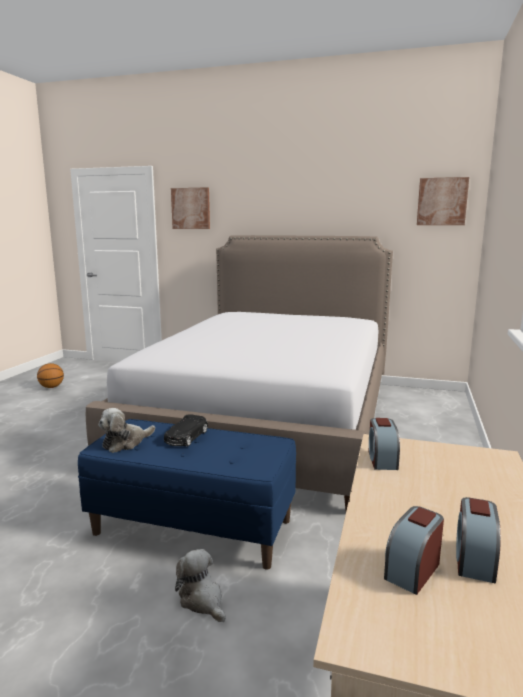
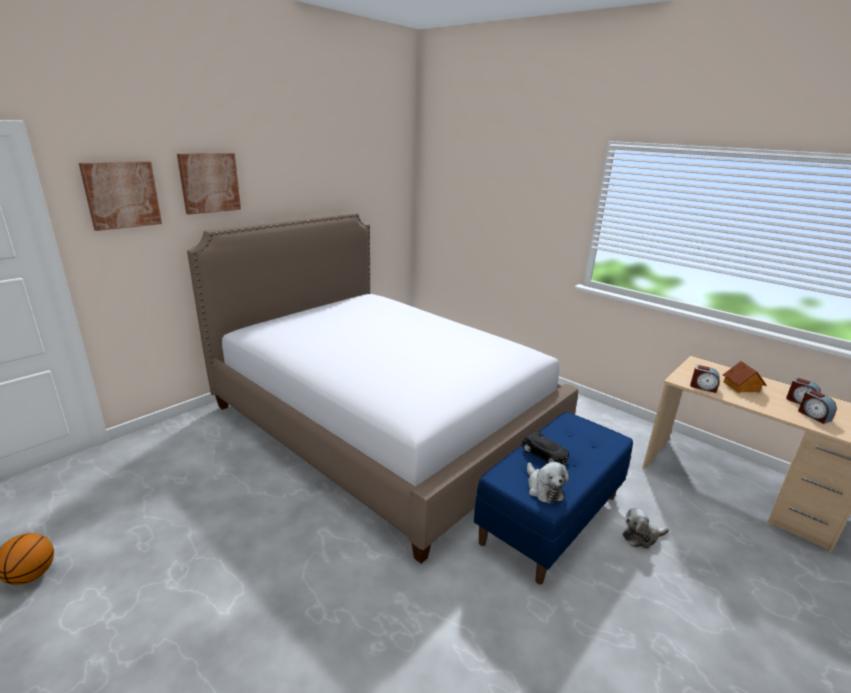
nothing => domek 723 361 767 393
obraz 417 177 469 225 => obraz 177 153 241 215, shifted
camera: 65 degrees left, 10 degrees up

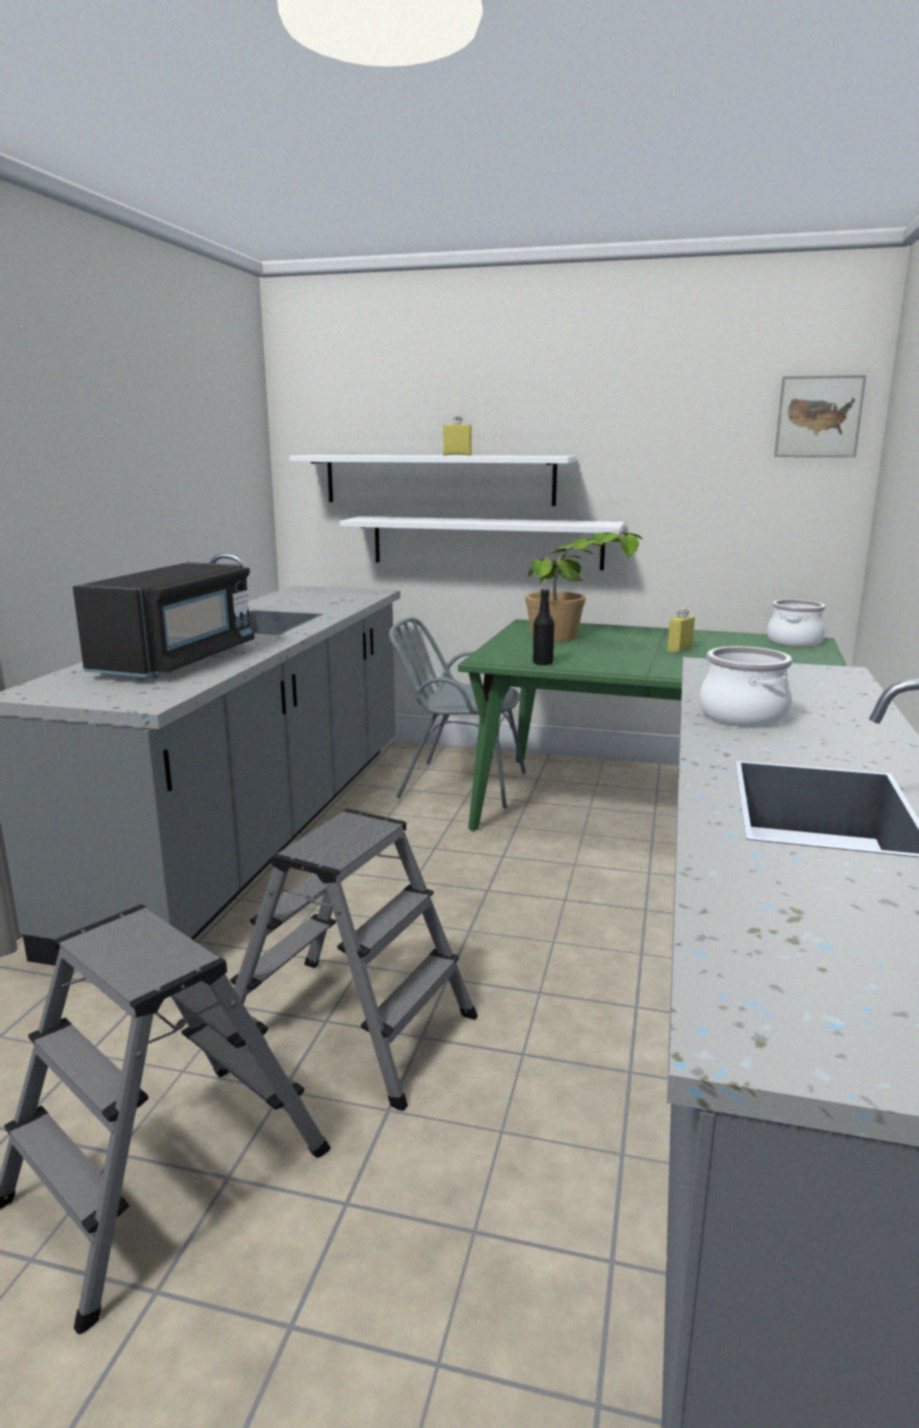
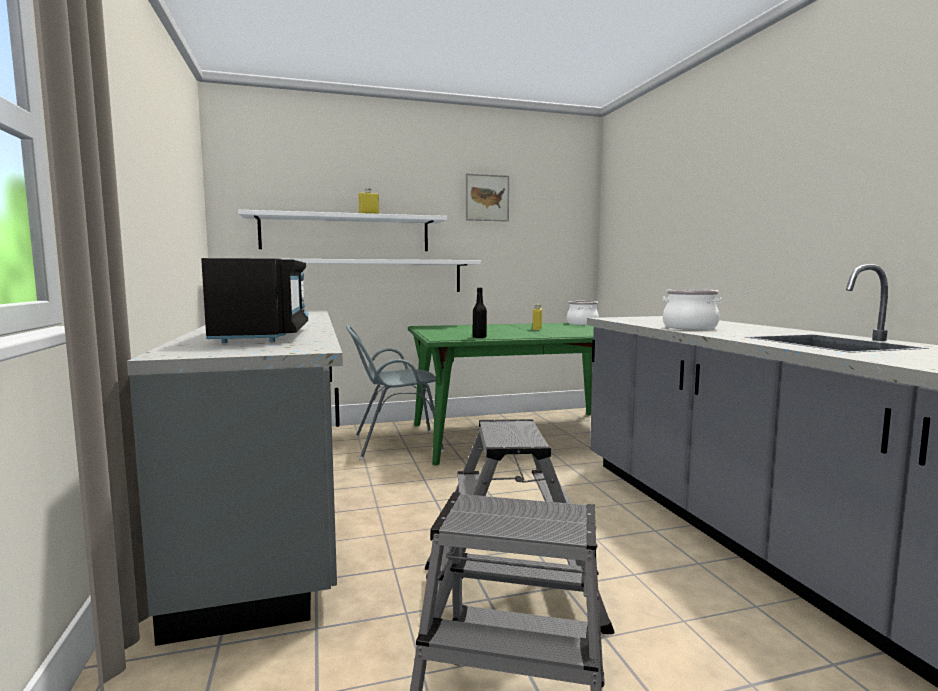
roślina doniczkowa 525 531 643 642 => nothing
obraz 774 375 867 457 => obraz 466 173 509 222, shifted
camera: 30 degrees left, 10 degrees down

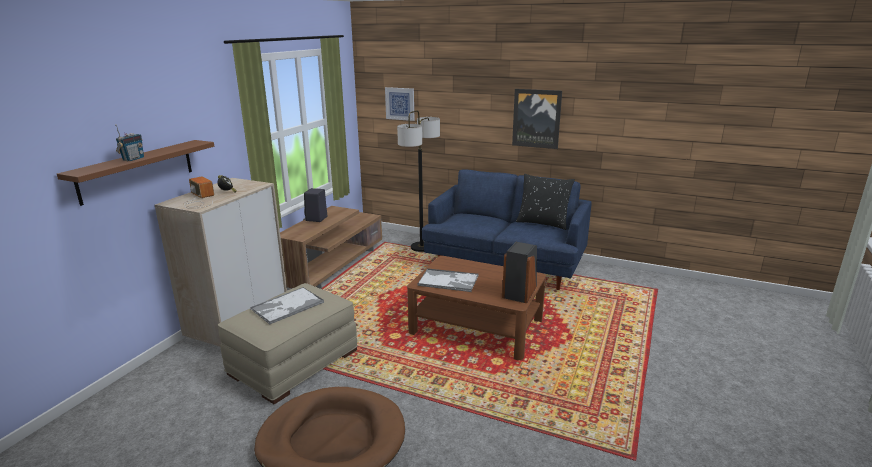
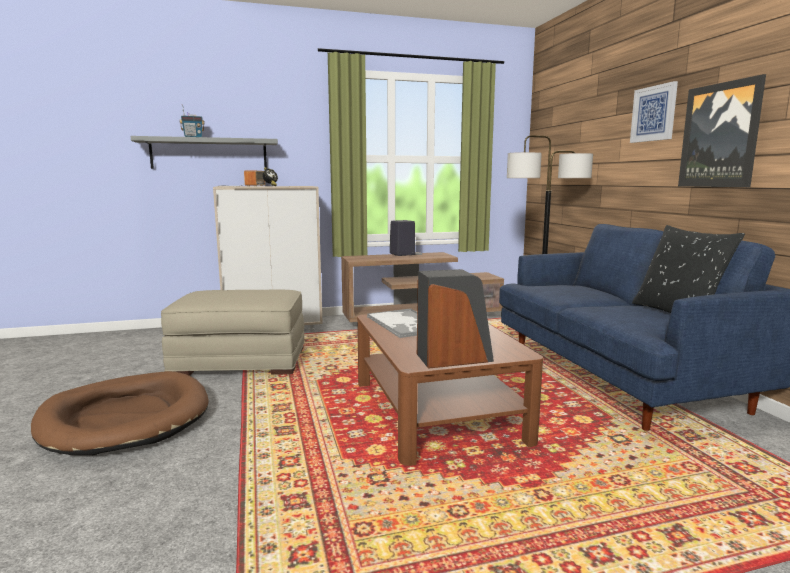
taca 250 287 324 325 => nothing
obraz 385 87 415 121 => obraz 630 81 678 143, shifted
półka (brązowy) 57 140 214 206 => półka (szary) 131 136 278 169
camera: 50 degrees right, 10 degrees down

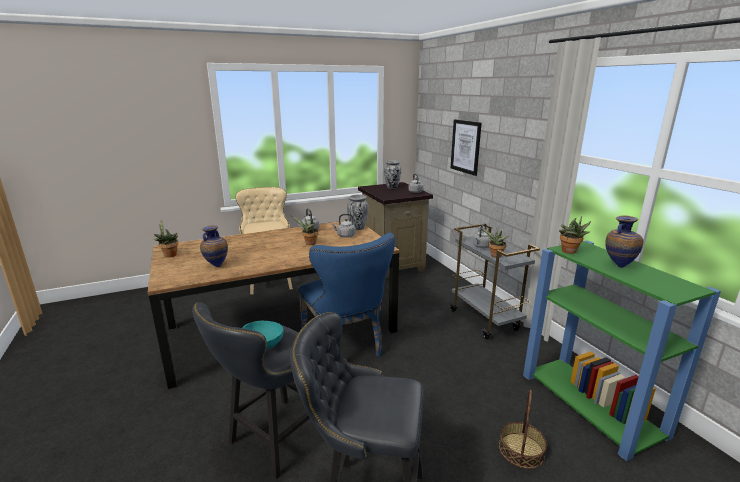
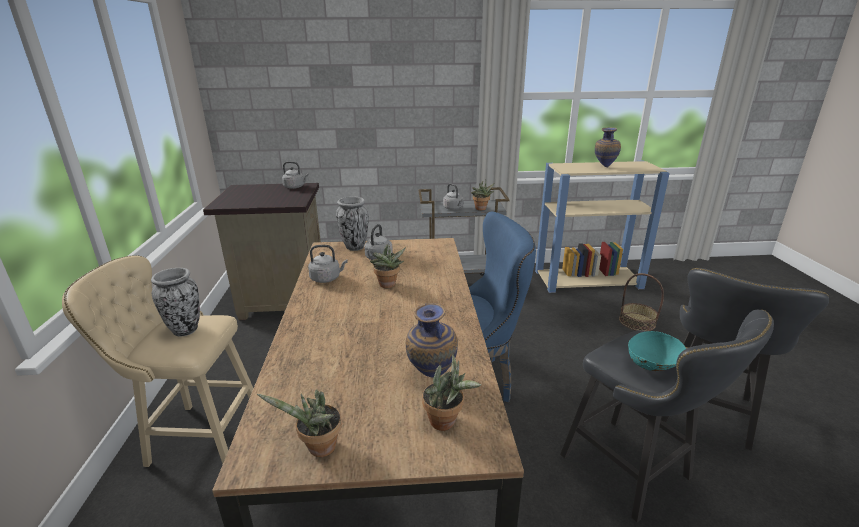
obraz 451 119 482 176 => nothing
wazon 384 160 401 189 => wazon 151 268 200 336, shifted
roślina doniczkowa 559 216 591 254 => roślina doniczkowa 422 354 481 431, shifted
regał (zielony) 523 241 721 461 => regał (beżowy) 535 160 670 293
camera: 70 degrees left, 5 degrees up

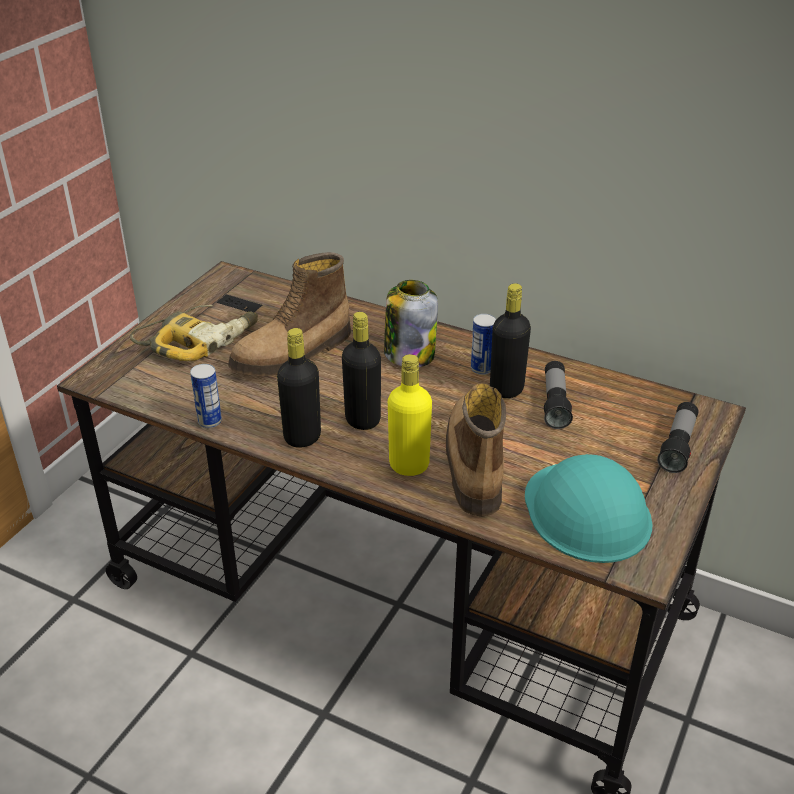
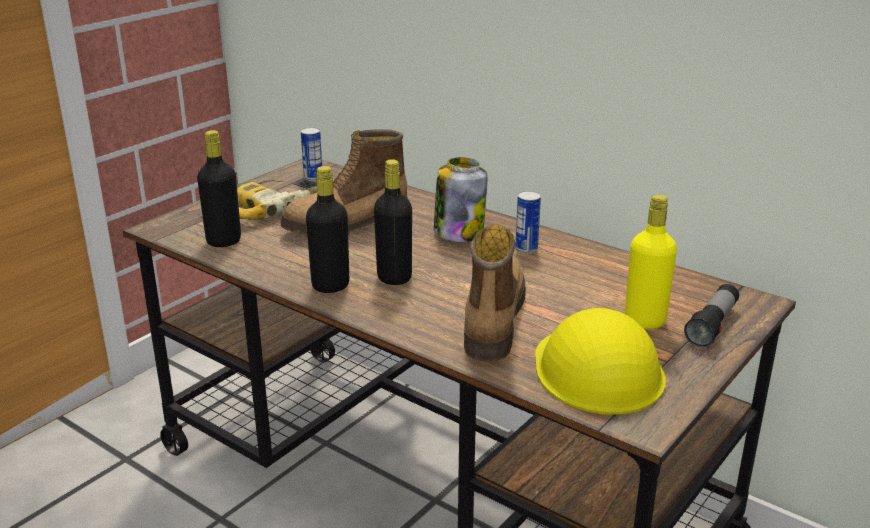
latarka 544 361 573 429 => nothing
puszka 190 364 222 428 => puszka 301 127 322 181, shifted
butelka (żółty) 388 354 432 476 => butelka (żółty) 625 195 677 329, shifted
butelka (czarny) 490 283 531 398 => butelka (czarny) 197 130 241 247, shifted
kask (turkusowy) 525 454 653 563 => kask (żółty) 535 308 666 415
camera: 10 degrees right, 10 degrees down

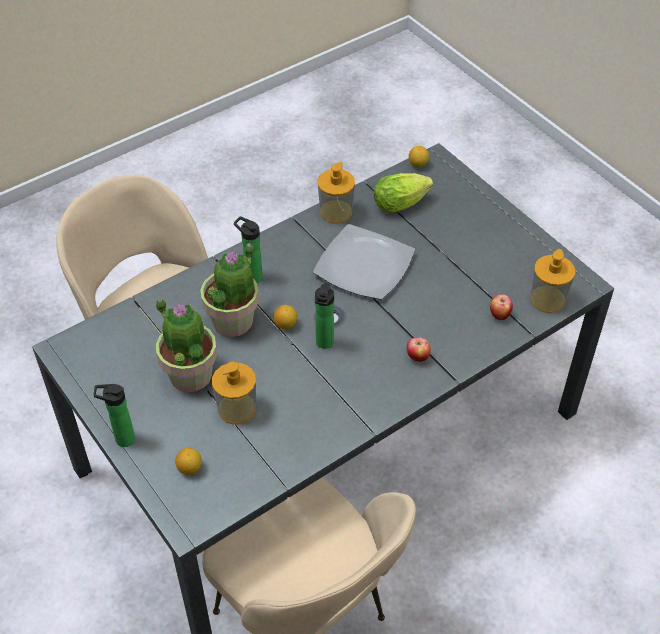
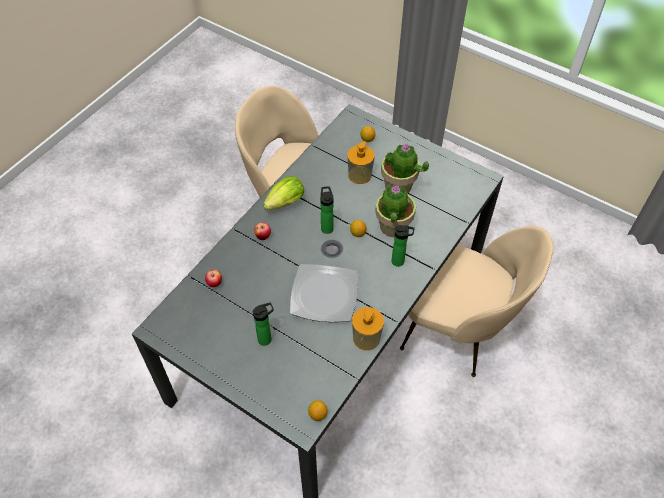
dozownik mydła 530 249 575 313 => nothing
butelka 94 384 135 447 => butelka 252 302 274 346, shifted
sałata 374 173 433 213 => sałata 263 176 304 210, shifted
camera: 160 degrees right, 5 degrees up

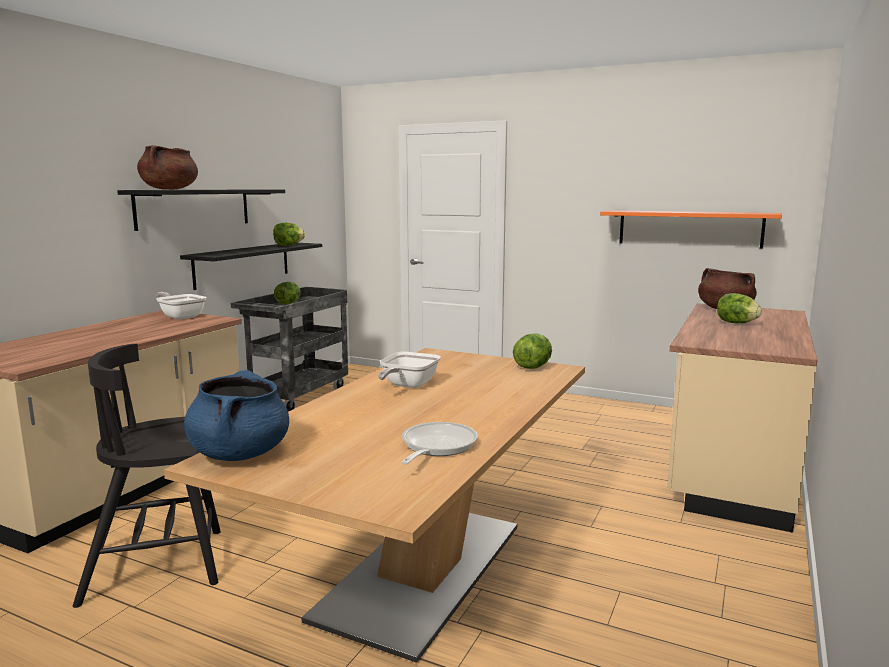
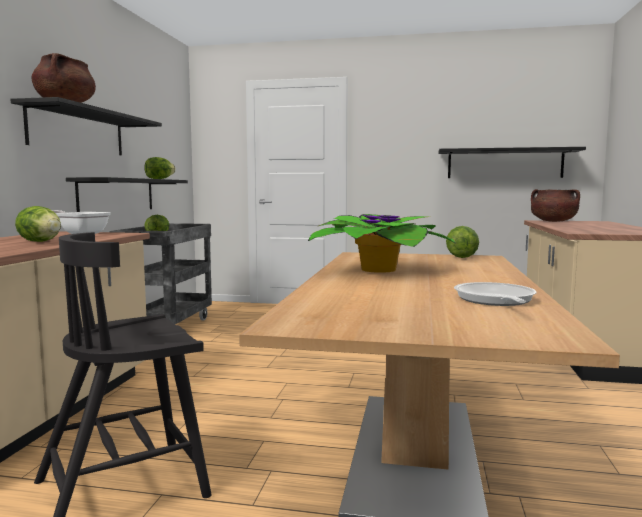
garnek (niebieski) 184 370 289 461 => nothing
sałata 717 293 762 324 => sałata 15 206 61 242, shifted
patelnia 378 352 441 388 => roślina doniczkowa 308 214 456 273
półka (pomarańczowy) 600 210 782 249 => półka (czarny) 438 147 586 178
camera: 15 degrees left, 5 degrees down

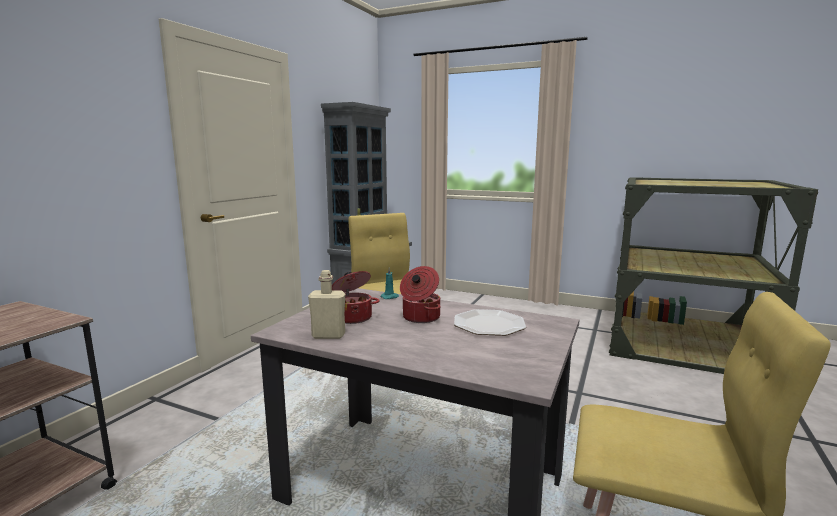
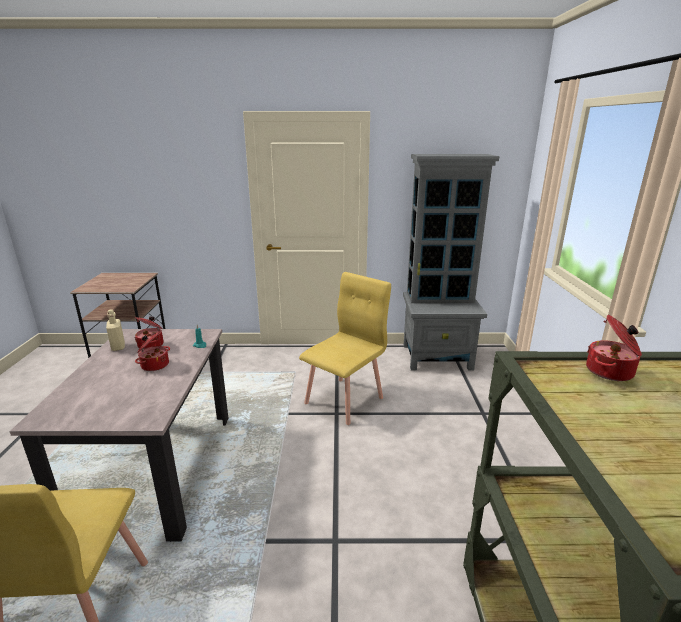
talerz 454 309 526 336 => nothing
nothing => garnek 586 315 642 381
camera: 65 degrees right, 10 degrees up

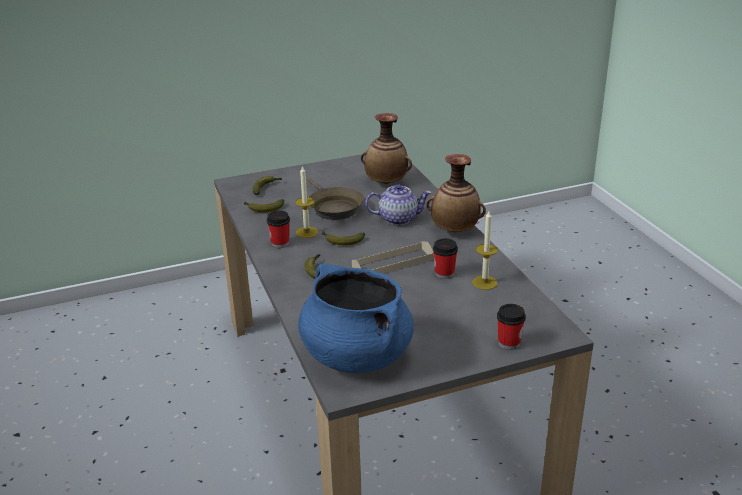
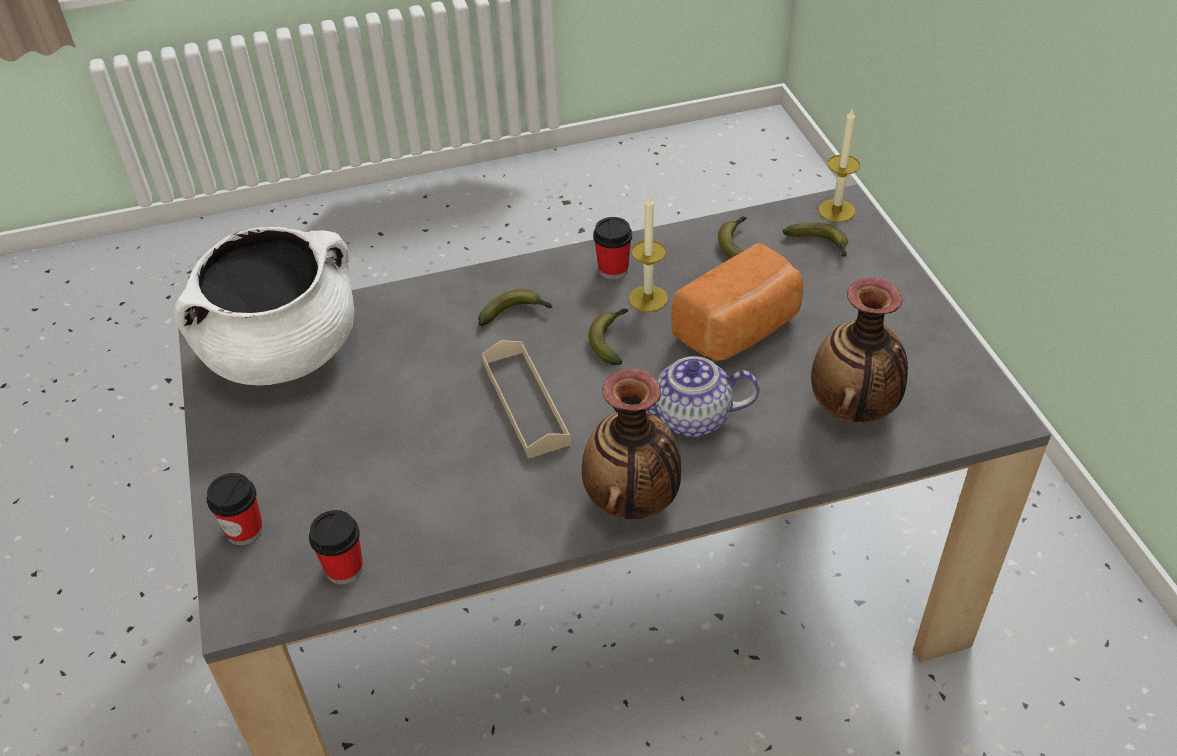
filiżanka 433 239 458 279 => filiżanka 309 510 363 584, shifted
świeca 472 211 498 290 => świeca 819 109 860 222, shifted
patelnia (brązowy) 307 178 364 220 => chleb 671 243 803 361
garnek (niebieski) 298 264 414 373 => garnek (biały) 174 227 354 386
imbryk 365 184 431 225 => imbryk 646 356 760 437, 90 degrees clockwise
camera: 95 degrees right, 15 degrees up

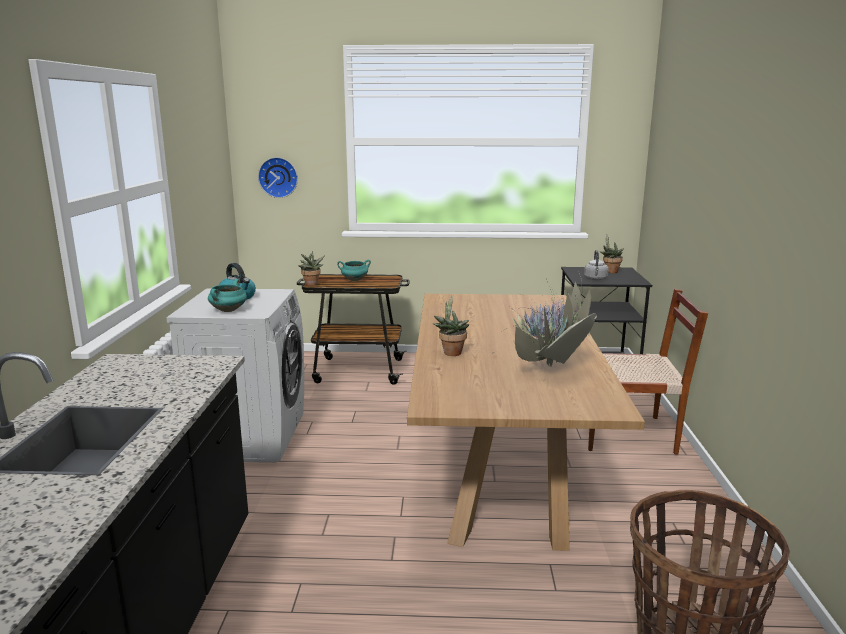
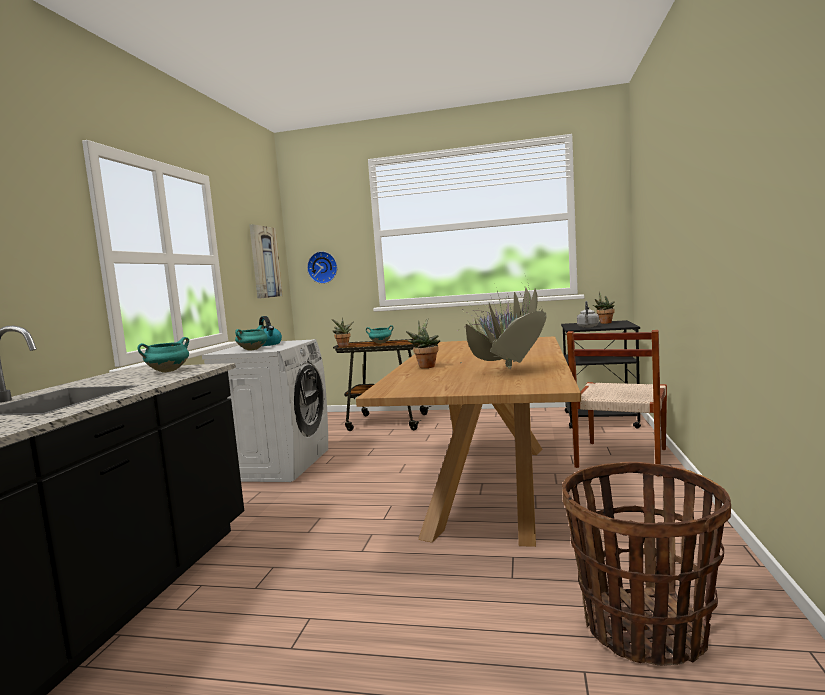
nothing => garnek (turkusowy) 138 337 189 372
nothing => obraz 249 224 283 299
krzesło 588 289 708 455 => krzesło 567 330 667 476, 105 degrees clockwise
camera: 10 degrees right, 10 degrees down

